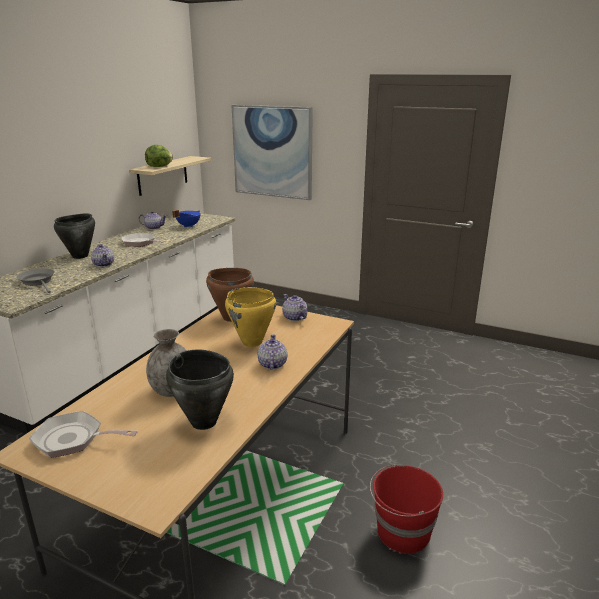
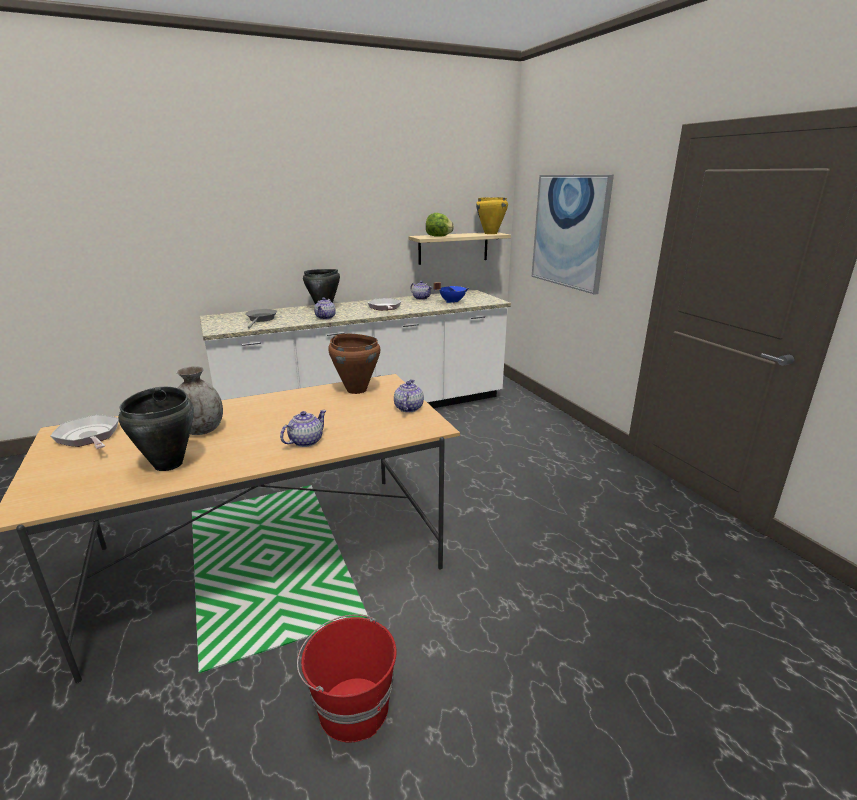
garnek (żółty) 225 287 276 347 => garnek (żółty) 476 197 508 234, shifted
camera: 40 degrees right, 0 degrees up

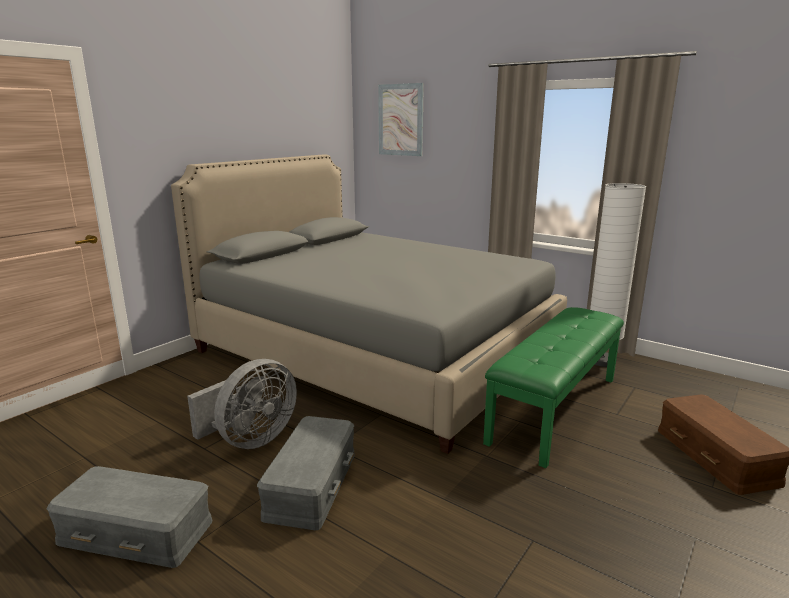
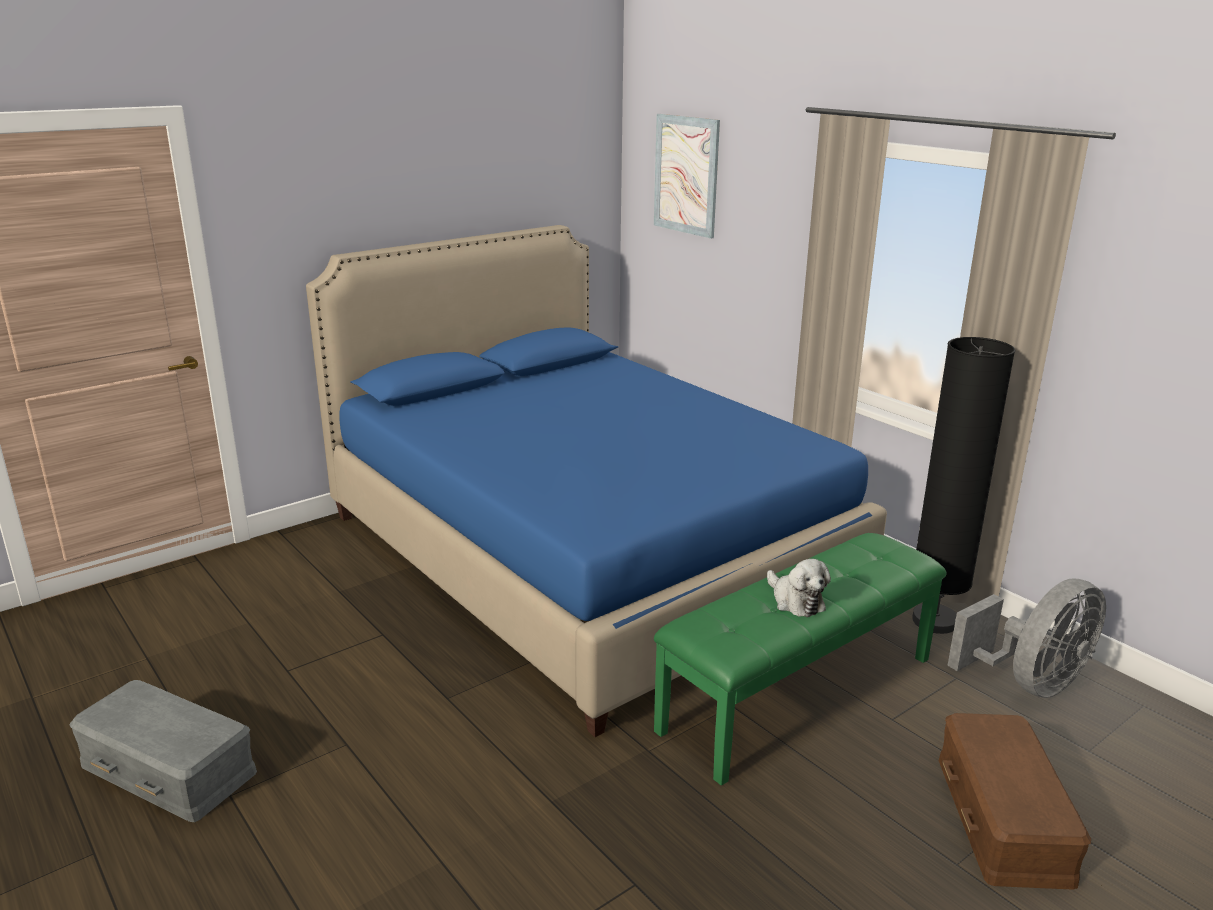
pojemnik do przechowywania (szary) 257 416 355 530 => nothing
nothing => pluszak 767 559 831 617
wentylator (szary) 187 359 297 449 => wentylator (szary) 947 578 1106 698, shifted
łóżko (szary) 171 154 567 454 => łóżko (niebieski) 306 225 887 737
lampa stojąca (biały) 590 183 646 367 => lampa stojąca (czarny) 912 337 1015 634
camera: 15 degrees right, 5 degrees up

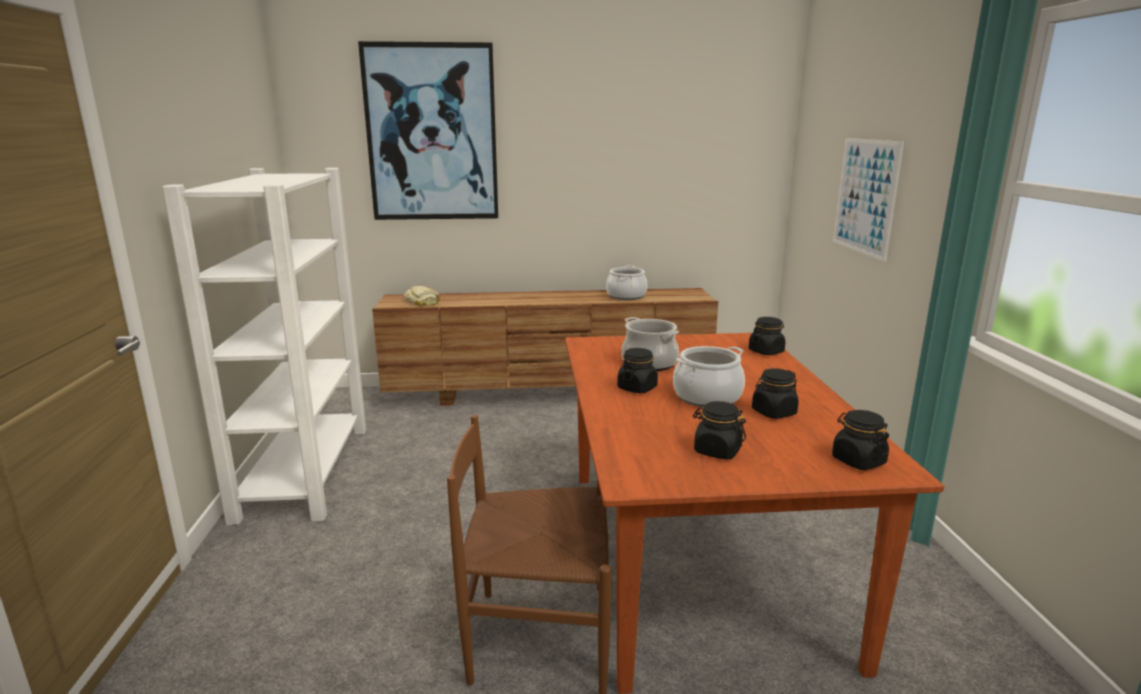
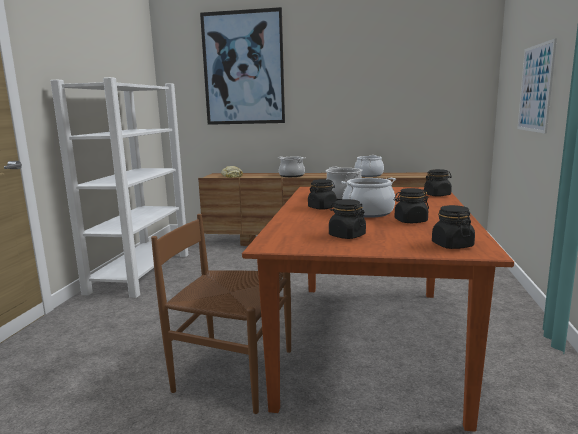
nothing => garnek 278 157 305 177
camera: 15 degrees right, 5 degrees down

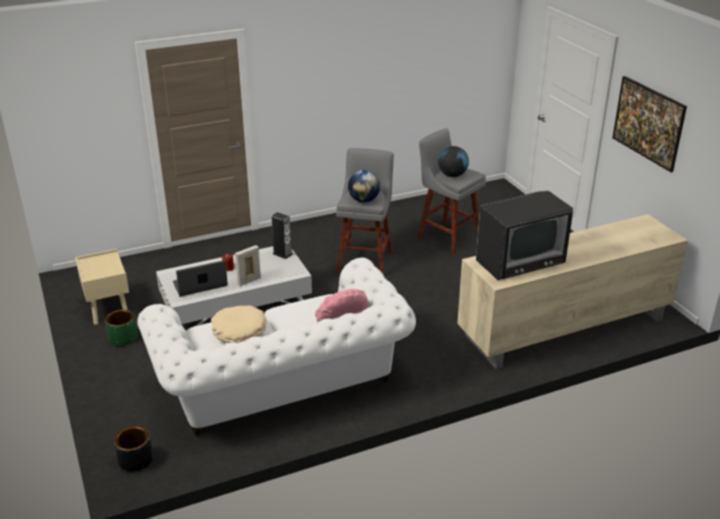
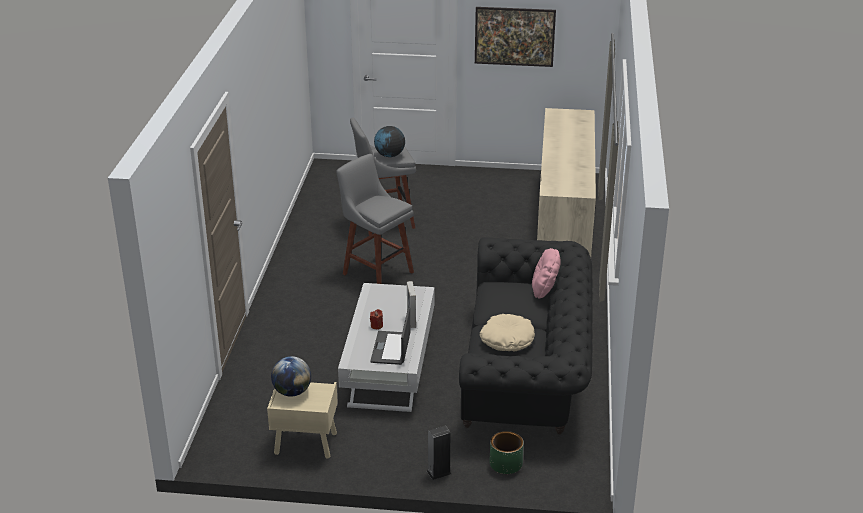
donica (czarny) 114 426 153 472 => nothing
telewizor 476 191 573 280 => nothing
donica (zielony) 105 309 138 346 => donica (zielony) 489 431 524 474, shifted
głośnik 272 212 293 259 => głośnik 427 425 451 480, shifted
globus 348 170 380 203 => globus 271 356 311 397, shifted
kanapa (biały) 137 258 416 435 => kanapa (czarny) 459 238 593 434
camera: 60 degrees left, 0 degrees up

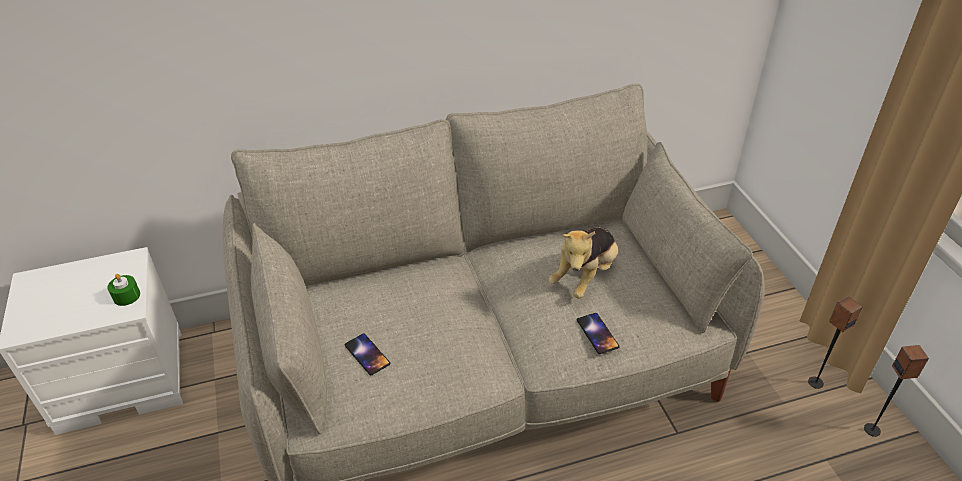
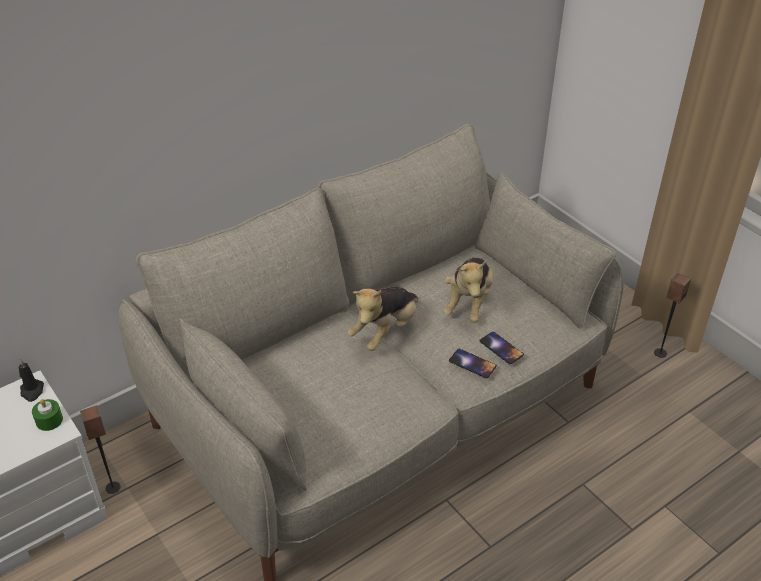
nothing => świeca (czarny) 18 359 44 402
nothing => pluszak 347 286 418 351
telefon 344 334 390 375 => telefon 449 348 497 378, shifted
głośnik 864 345 929 437 => głośnik 80 406 121 494, shifted
camera: 20 degrees left, 0 degrees up

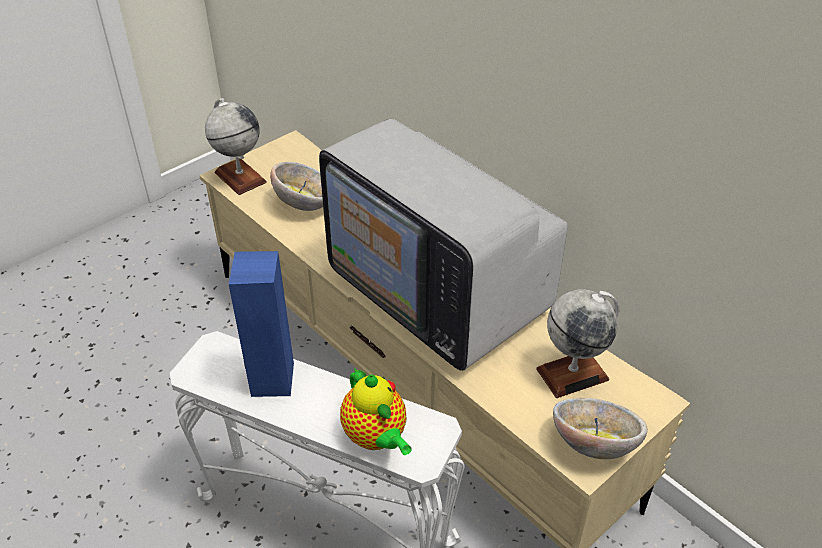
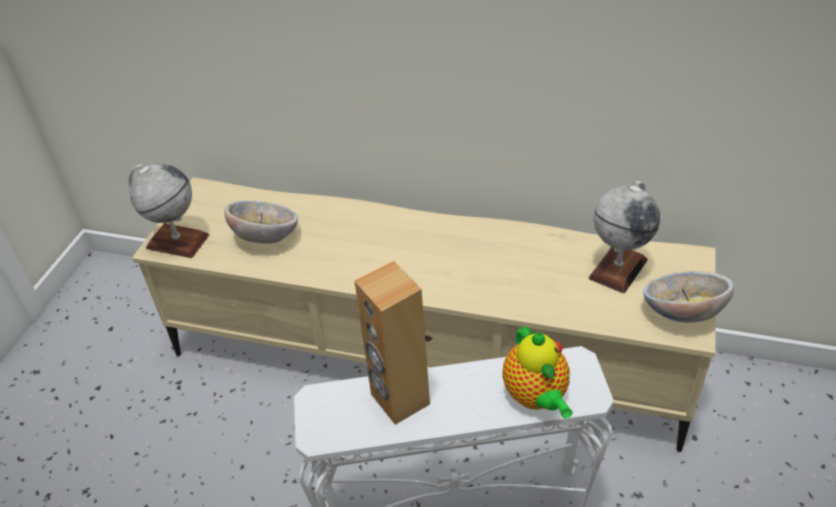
telewizor 319 119 568 371 => nothing
głośnik (niebieski) 229 251 294 397 => głośnik (brązowy) 354 261 430 425
imbryk 340 368 412 455 => imbryk 502 324 572 418, 45 degrees clockwise
camera: 30 degrees left, 0 degrees up

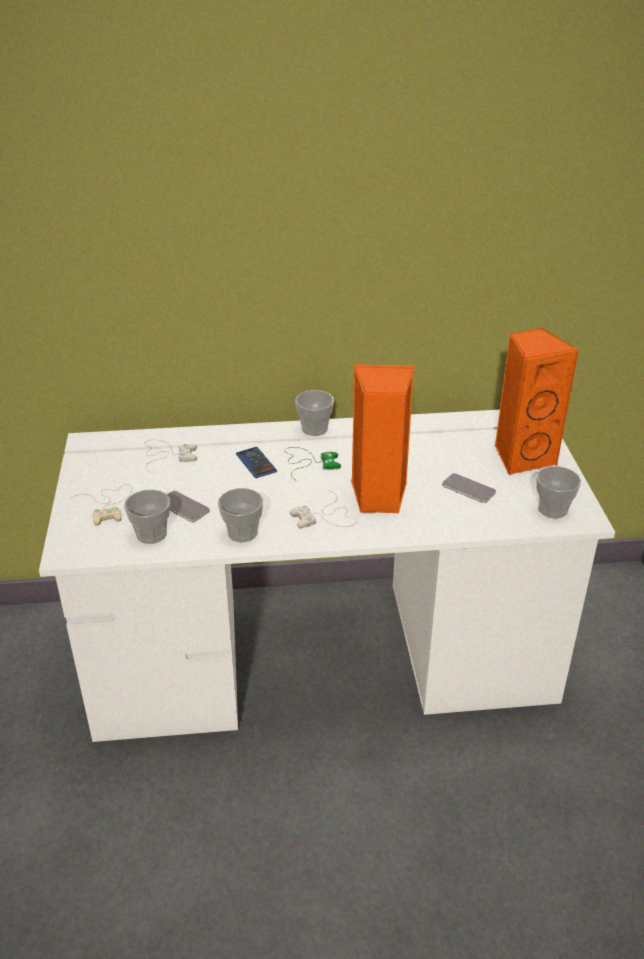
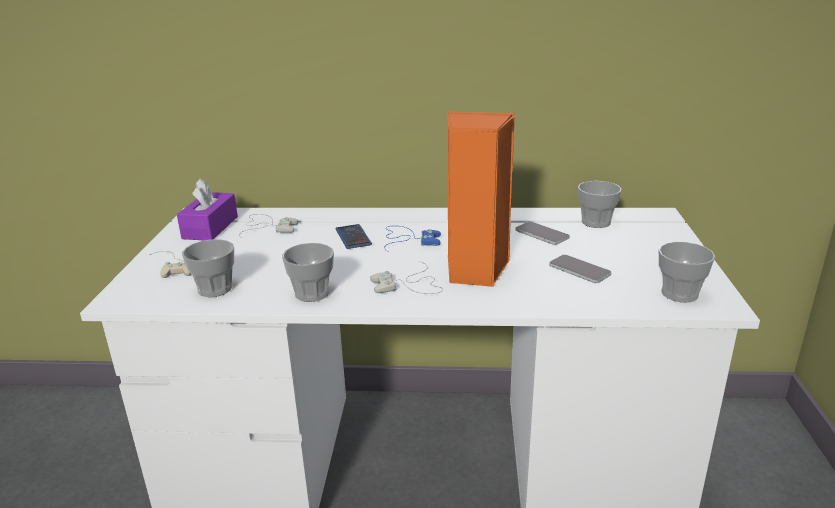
głośnik (pomarańczowy) 495 328 579 476 => nothing
nothing => pudełko chusteczek (fioletowy) 177 178 238 241
telefon 167 491 210 522 => telefon 516 222 570 245, shifted
filiżanka 295 390 334 436 => filiżanka 578 181 622 228, shifted
pad do gier (zielony) 285 447 341 481 => pad do gier (niebieski) 384 226 441 252
camera: 10 degrees right, 10 degrees down

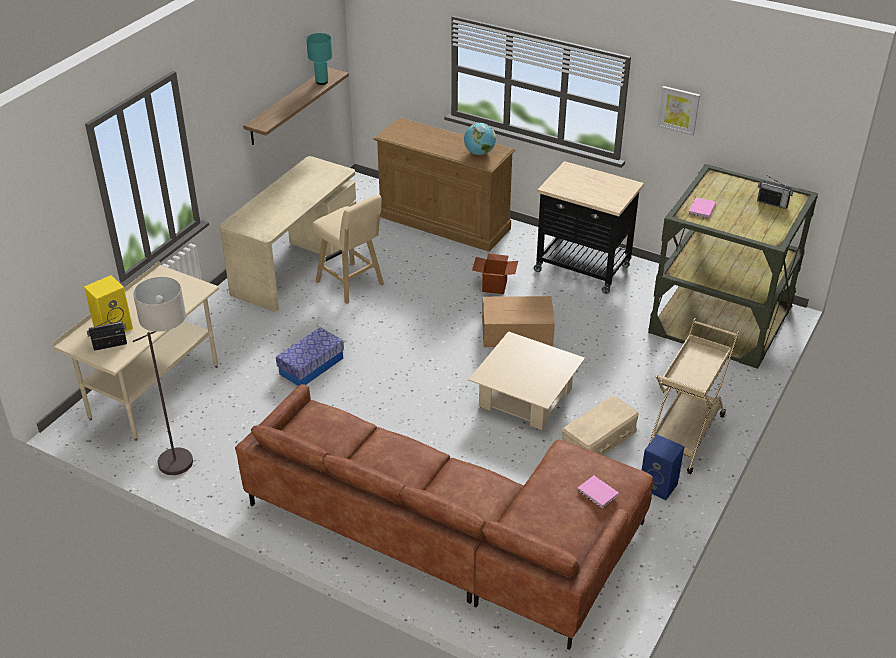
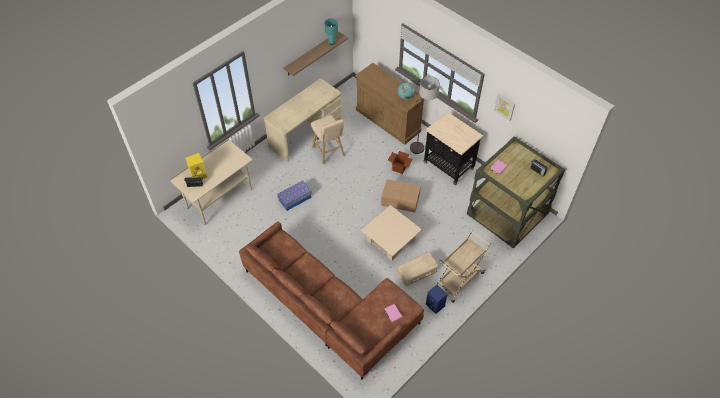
lampa stojąca (szary) 133 277 193 475 => lampa stojąca (szary) 410 76 440 154, shifted
camera: 15 degrees right, 15 degrees up

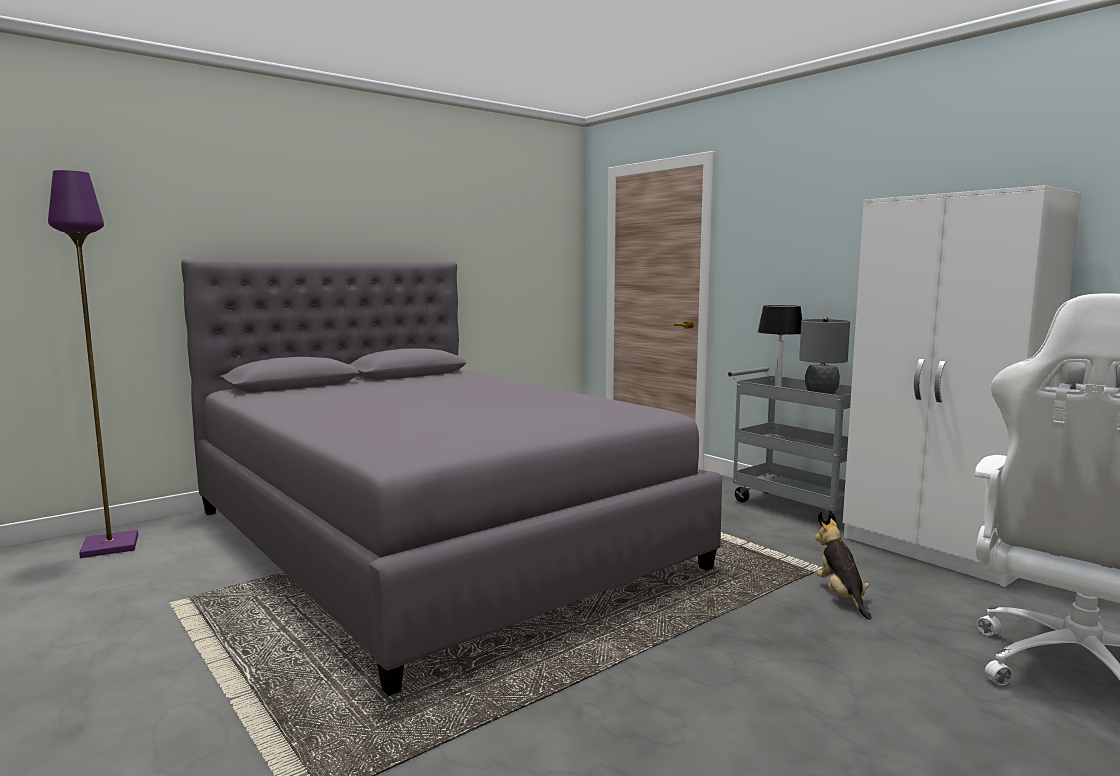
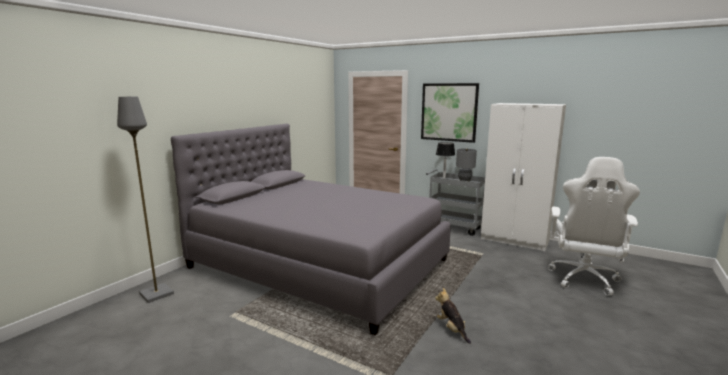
nothing => obraz 421 83 479 143
pluszak 815 519 872 620 => pluszak 435 288 471 344, shifted
lampa stojąca (fioletowy) 48 170 138 558 => lampa stojąca (szary) 117 97 174 303
camera: 20 degrees left, 5 degrees up

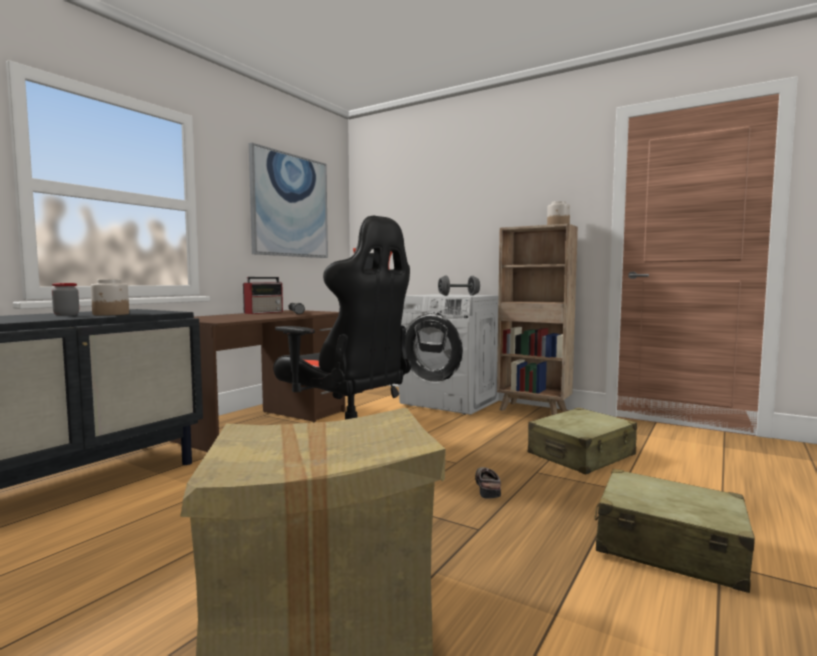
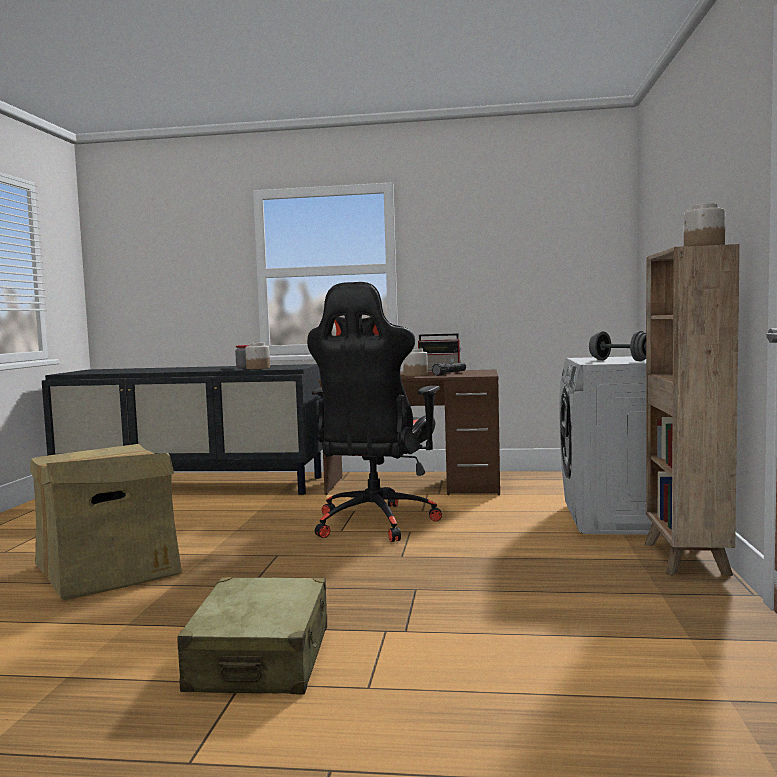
obraz 249 143 328 258 => nothing
but 475 467 501 499 => nothing
walizka (beżowy) 528 408 637 475 => nothing
nothing => słoik 403 348 428 376
camera: 65 degrees right, 0 degrees up

